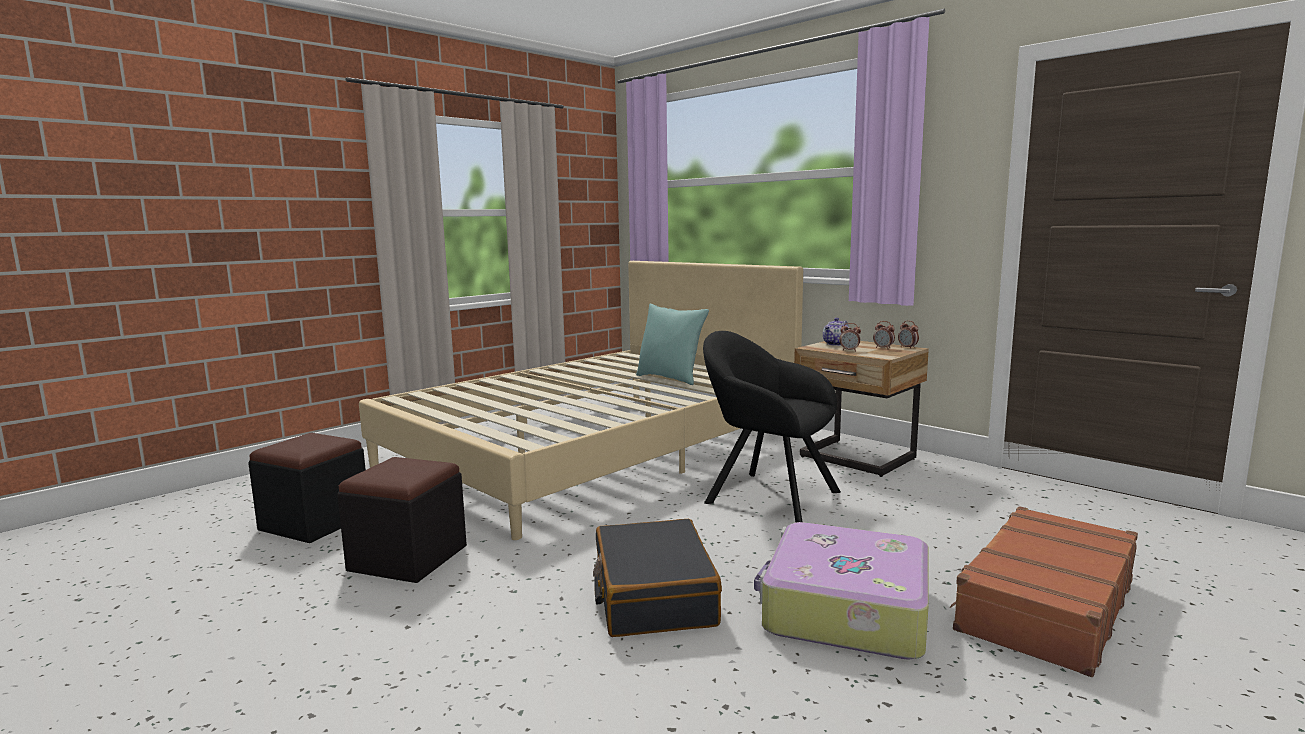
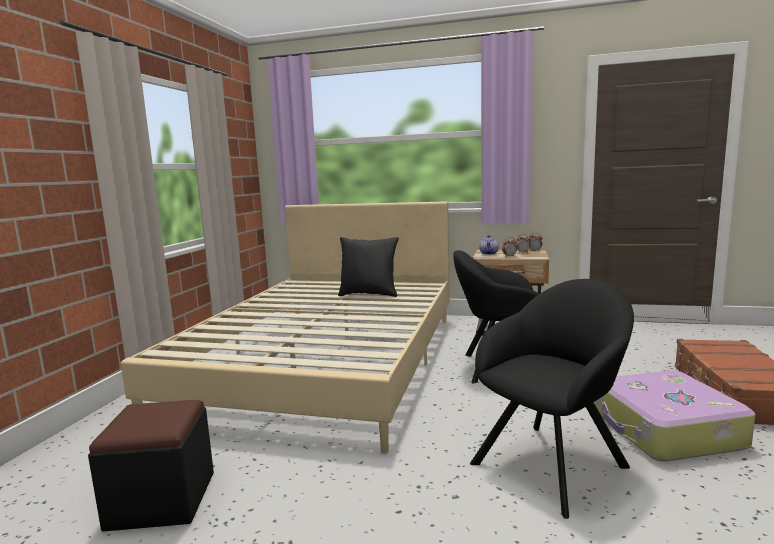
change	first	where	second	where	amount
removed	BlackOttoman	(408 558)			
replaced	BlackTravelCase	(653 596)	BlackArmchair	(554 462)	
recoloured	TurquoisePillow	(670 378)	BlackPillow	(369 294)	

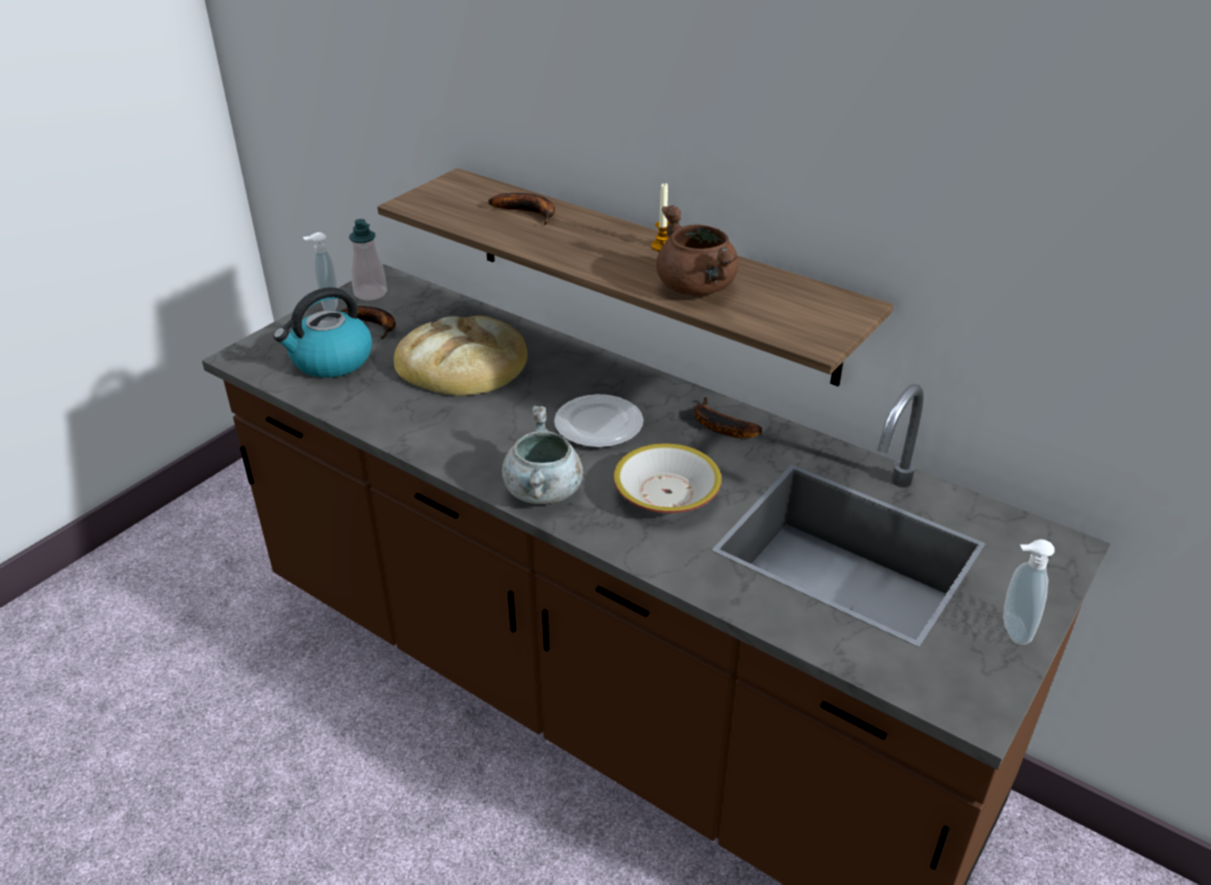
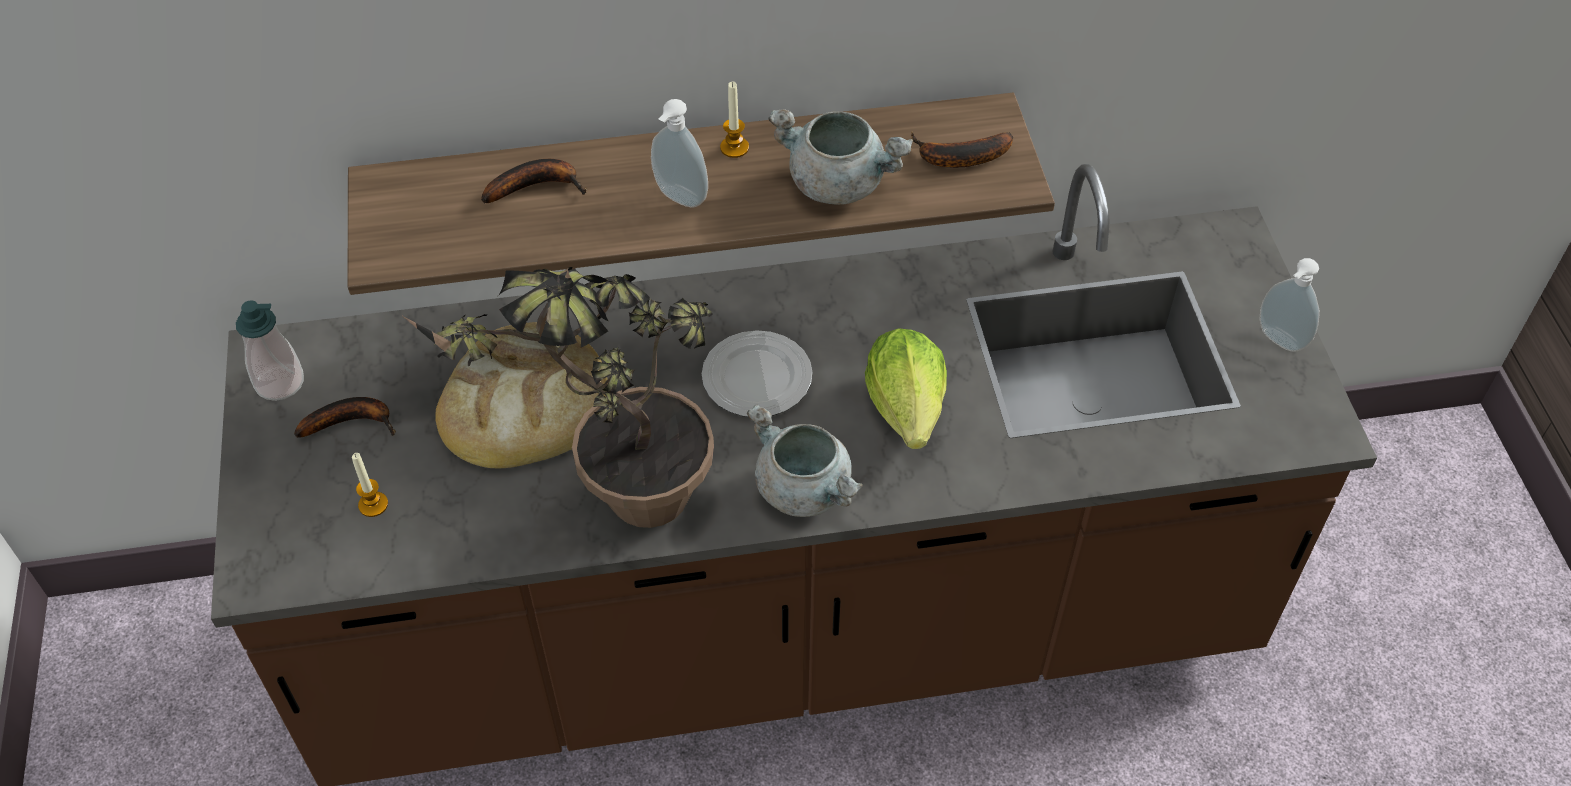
change	first	where	second	where	amount
added			PlantInAPot	(618 502)	
moved	SoapBottle	(328 306)		(679 199)	
moved	WholeBanana	(718 426)		(958 158)	
replaced	WaterKettle	(331 361)	WaxLight	(373 505)	
replaced	Bowl	(667 493)	HeadOfLettuce	(907 407)	
recoloured	BrownishSaucepot	(698 288)	GreySaucepot	(838 183)	

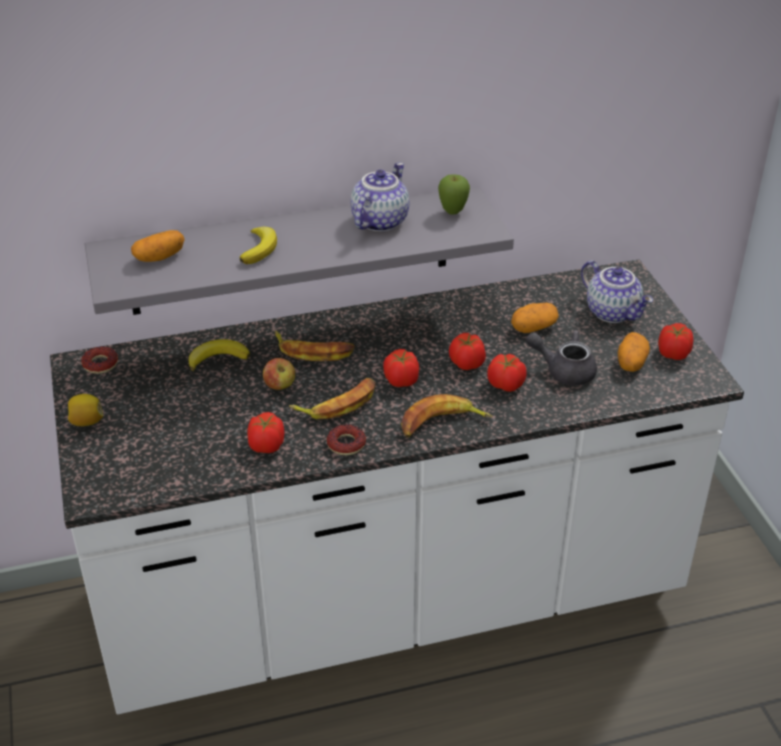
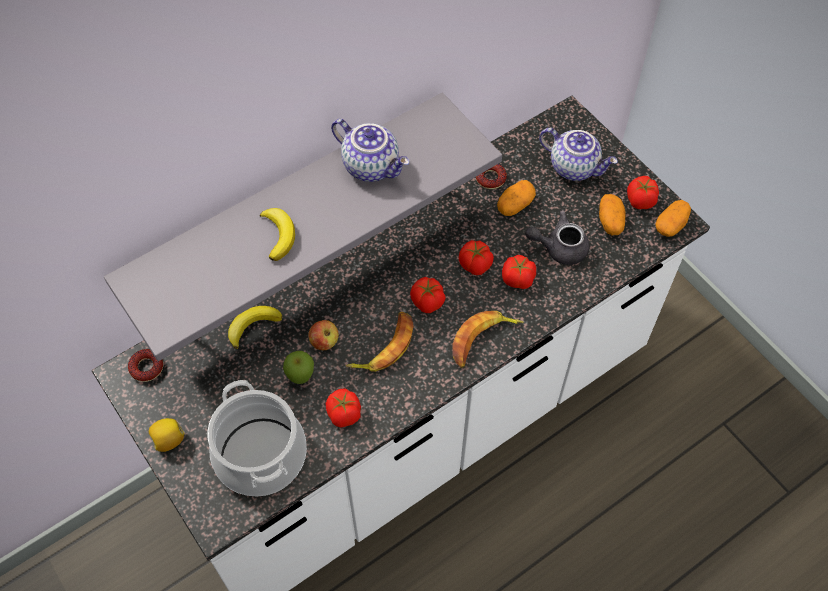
change	first	where	second	where	amount
removed	WholeBanana	(313 351)			
added			Saucepot	(261 456)	
moved	Potato	(159 257)		(671 225)	
moved	Doughnut	(346 444)		(490 178)	
moved	AppleFruit	(452 212)		(301 378)	
turned	TeaPot	(379 221)		(372 166)	120 degrees clockwise

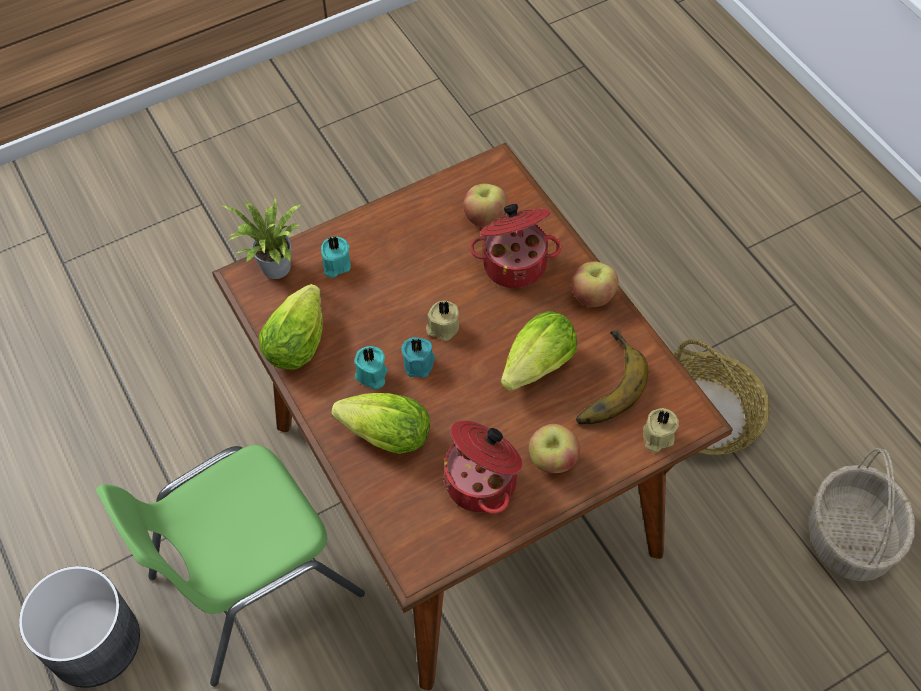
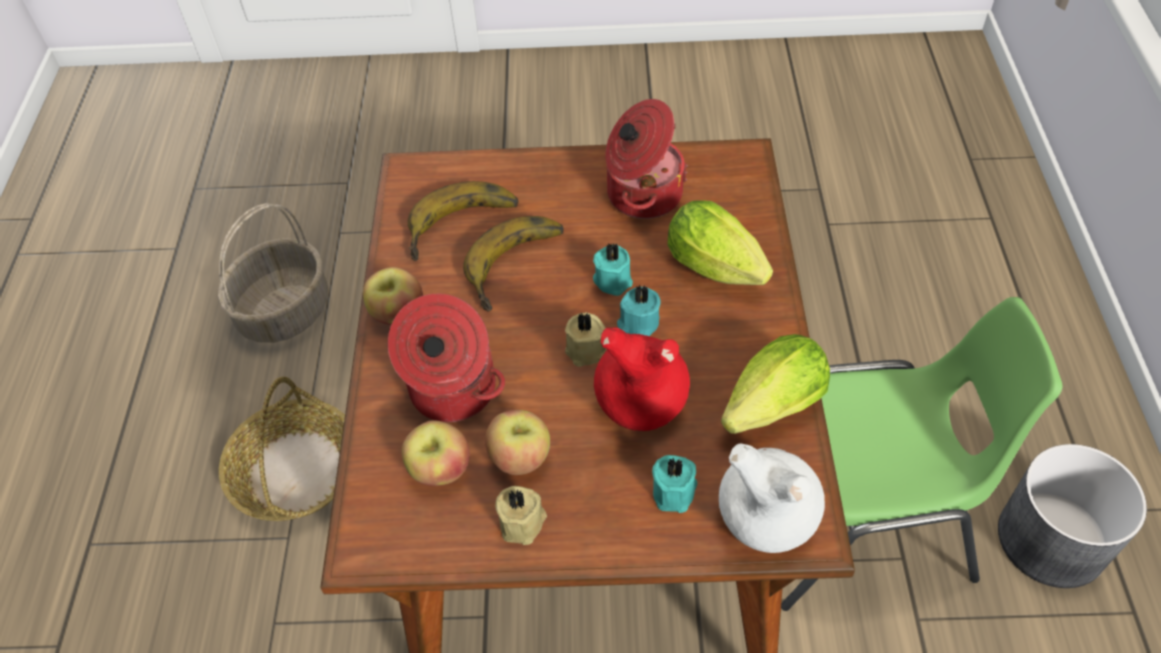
change	first	where	second	where	amount
added			RedColouredFlowerVase	(639 407)	
moved	TurquoiseWaxLight	(371 375)		(613 279)	
moved	AppleFruit	(552 460)		(520 458)	
moved	BeigeWaxLight	(656 437)		(523 523)	
replaced	PlantInAPot	(275 270)	WhiteFlowerVase	(763 522)	
replaced	HeadOfLettuce	(534 370)	WholeBanana	(520 267)	

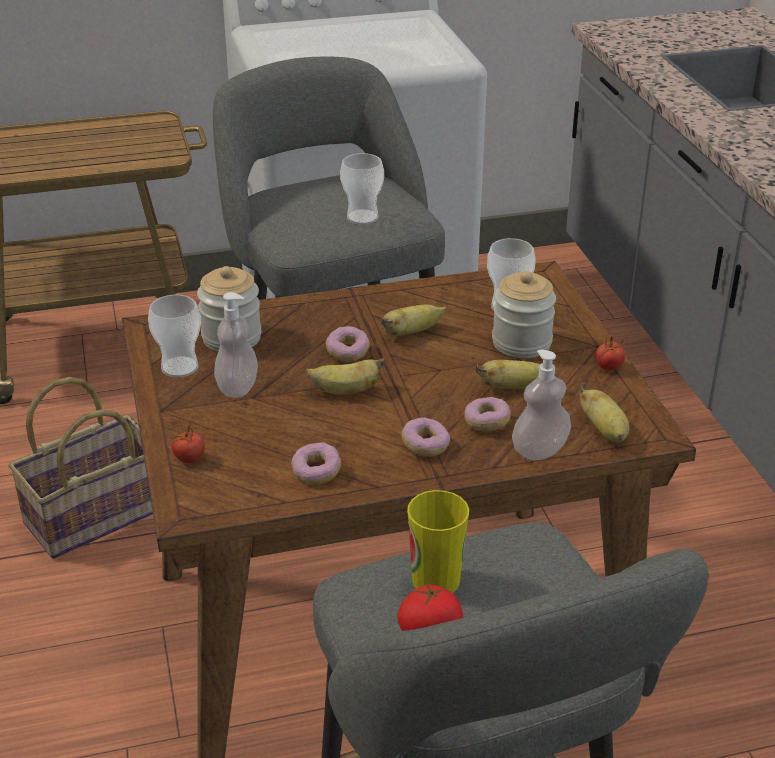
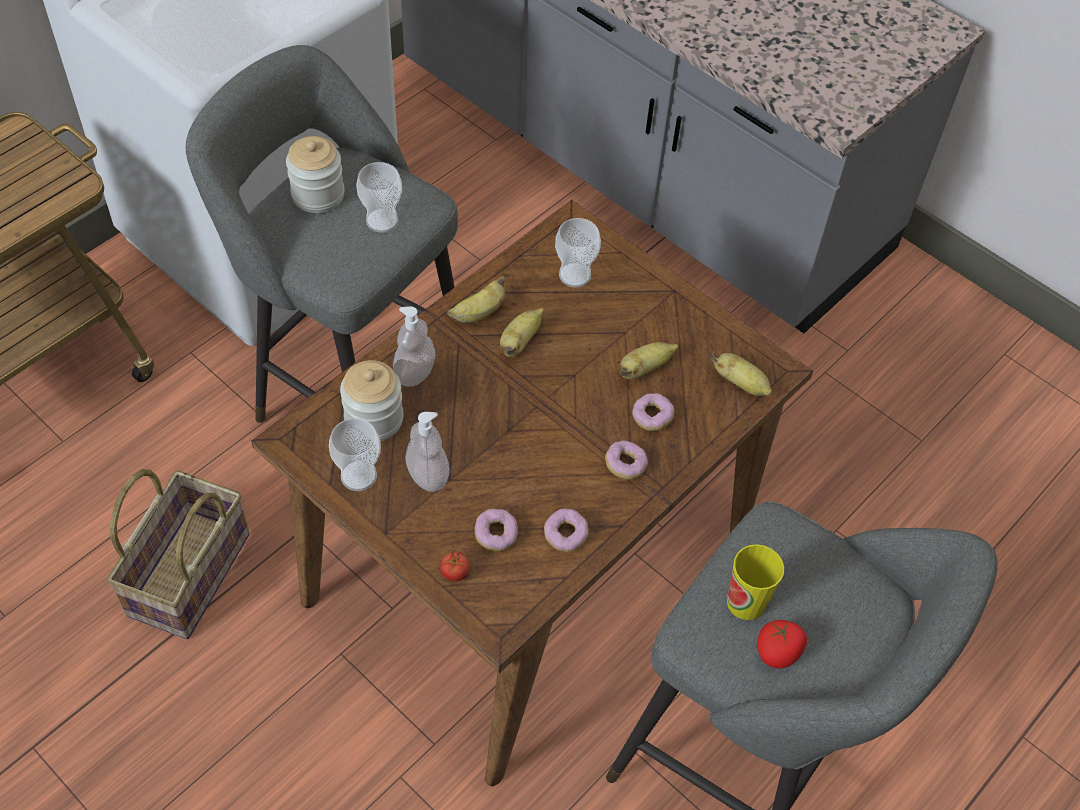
change	first	where	second	where	amount
removed	WholeTomato	(608 367)			
moved	WholeBanana	(345 391)		(479 313)	
moved	Doughnut	(347 352)		(496 535)	
moved	Jar	(521 343)		(318 195)	
moved	SoapBottle	(539 450)		(415 372)	

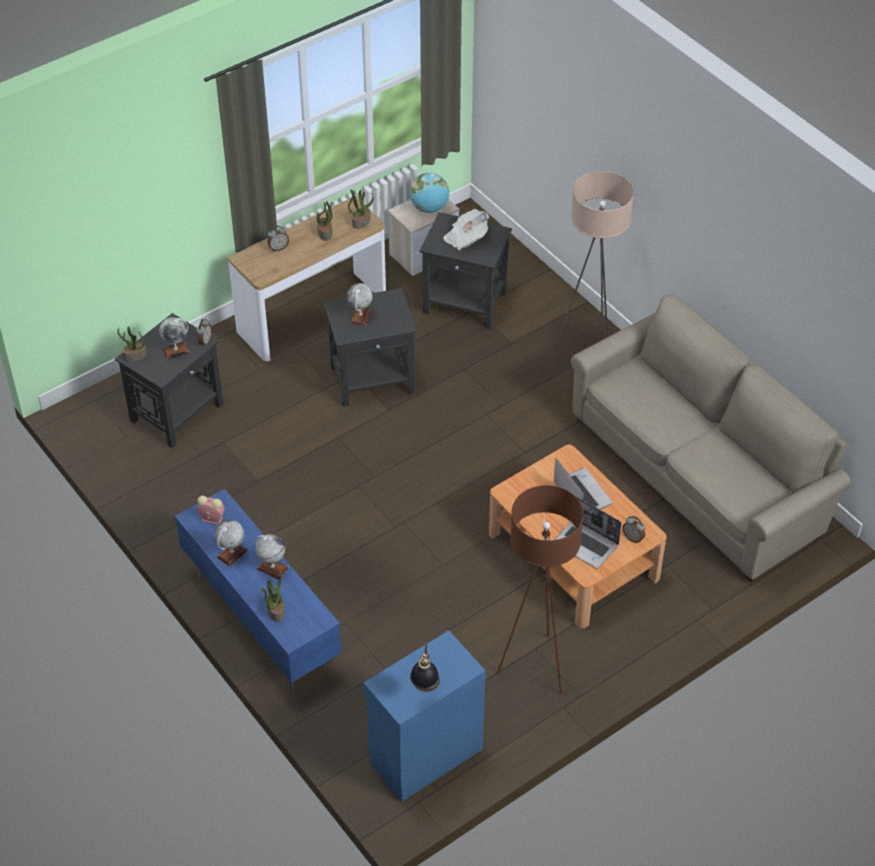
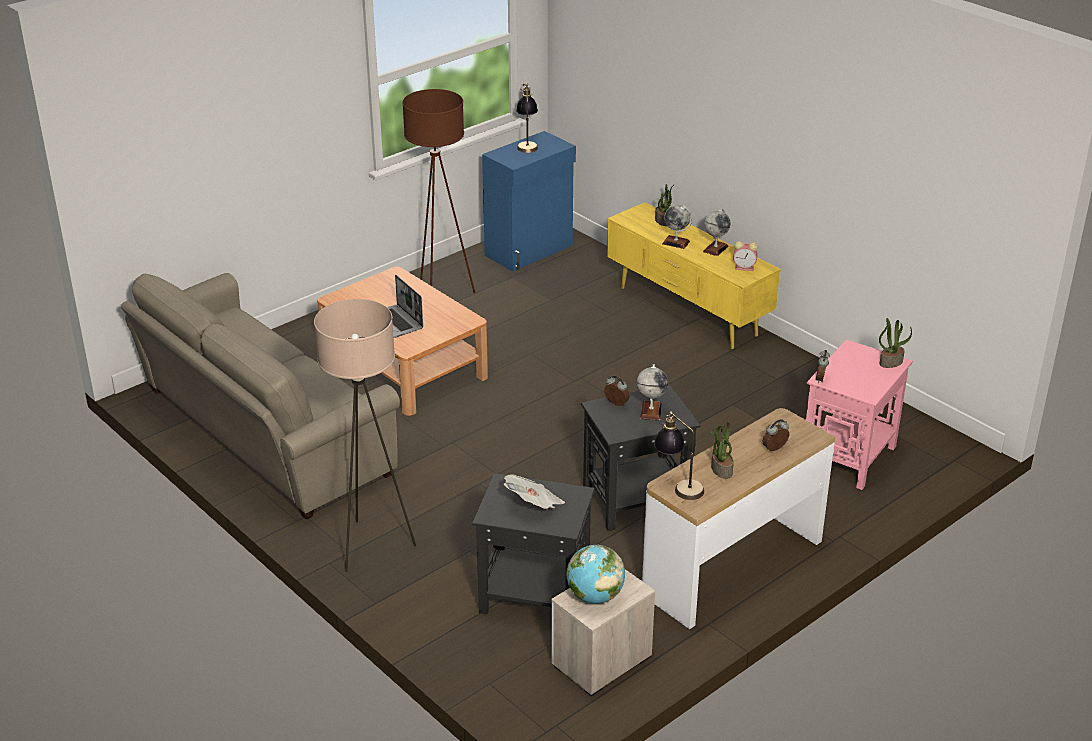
change	first	where	second	where	amount
removed	Globe	(176 351)			
removed	PortableComputer	(586 544)			
moved	TableClock	(633 538)		(615 404)	
replaced	PlantInAPot	(361 222)	TableLamp	(678 486)	
recoloured	BlackAccentTable	(177 412)	PinkishAccentTable	(848 457)	
recoloured	BlueColouredTvUnit	(262 621)	YellowishTvUnit	(687 312)	

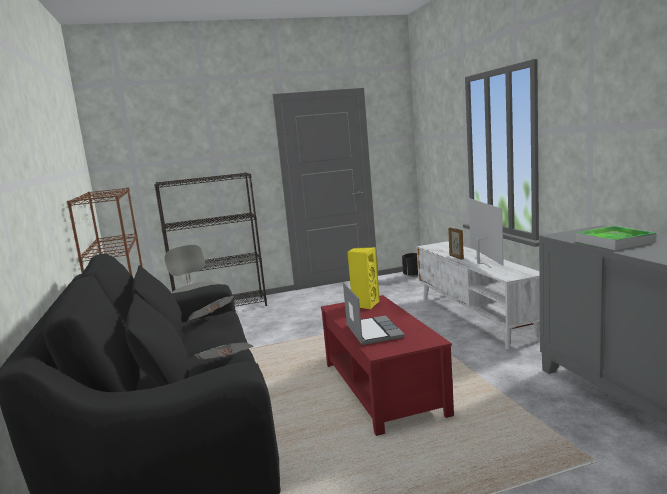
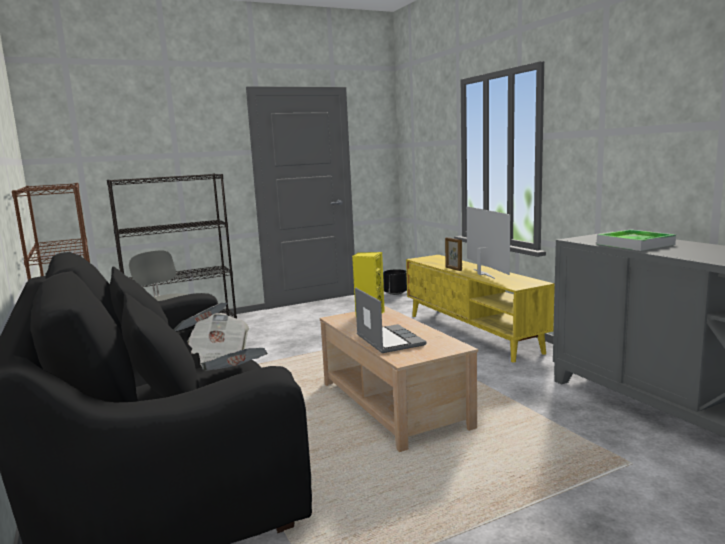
change	first	where	second	where	amount
added			DailyPaper	(219 356)	
recoloured	RedColouredCoffeeTable	(381 388)	BeigeCoffeeTable	(391 404)	
recoloured	WhiteTvUnit	(475 317)	YellowishTvUnit	(472 333)	

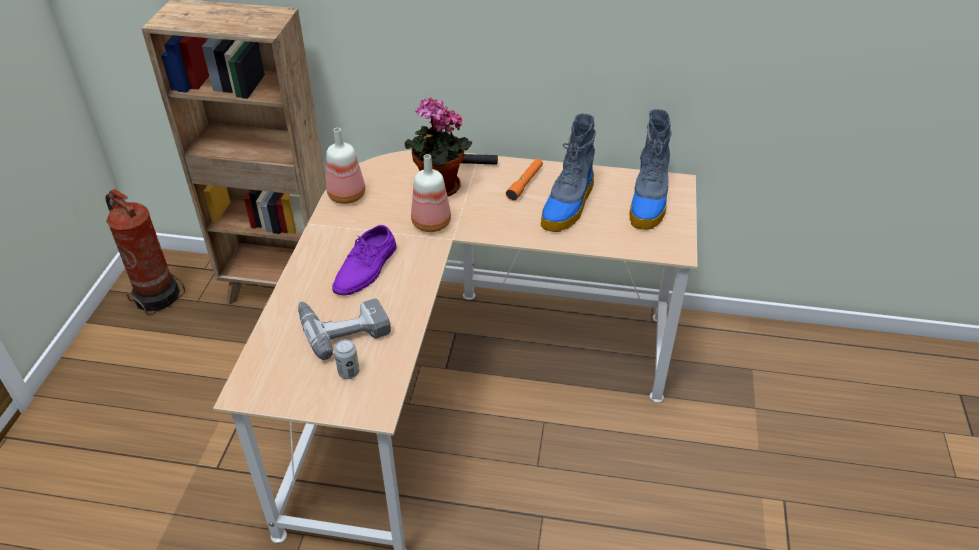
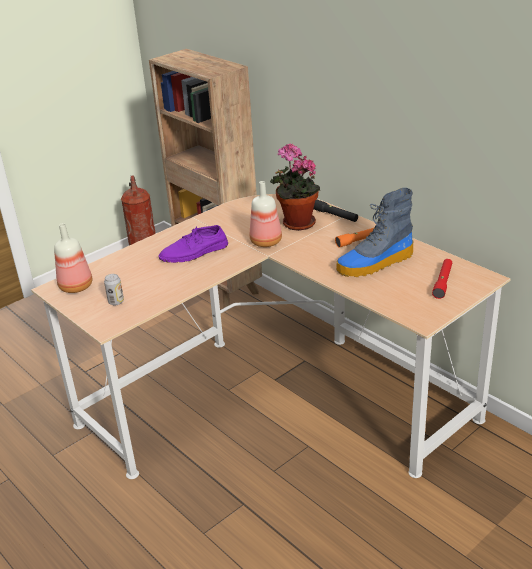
change	first	where	second	where	amount
removed	ElectricDrill	(343 326)			
moved	DrinkBottle	(347 195)		(77 286)	
replaced	TallBoot	(648 202)	RedColouredTorch	(443 282)	

